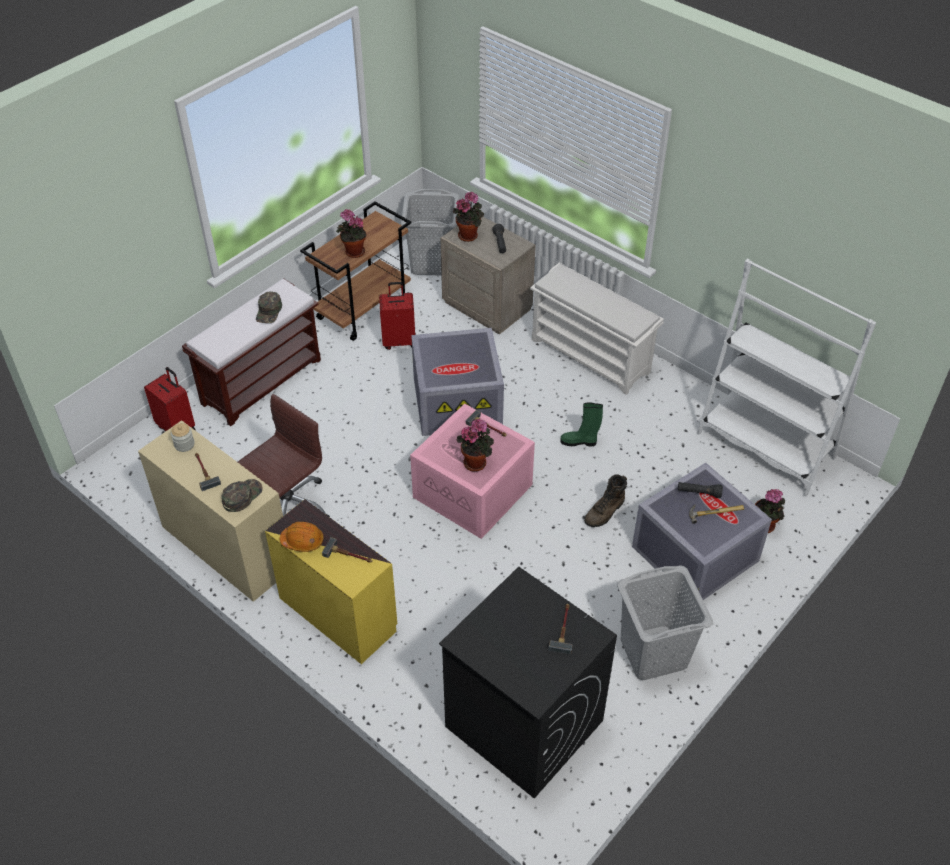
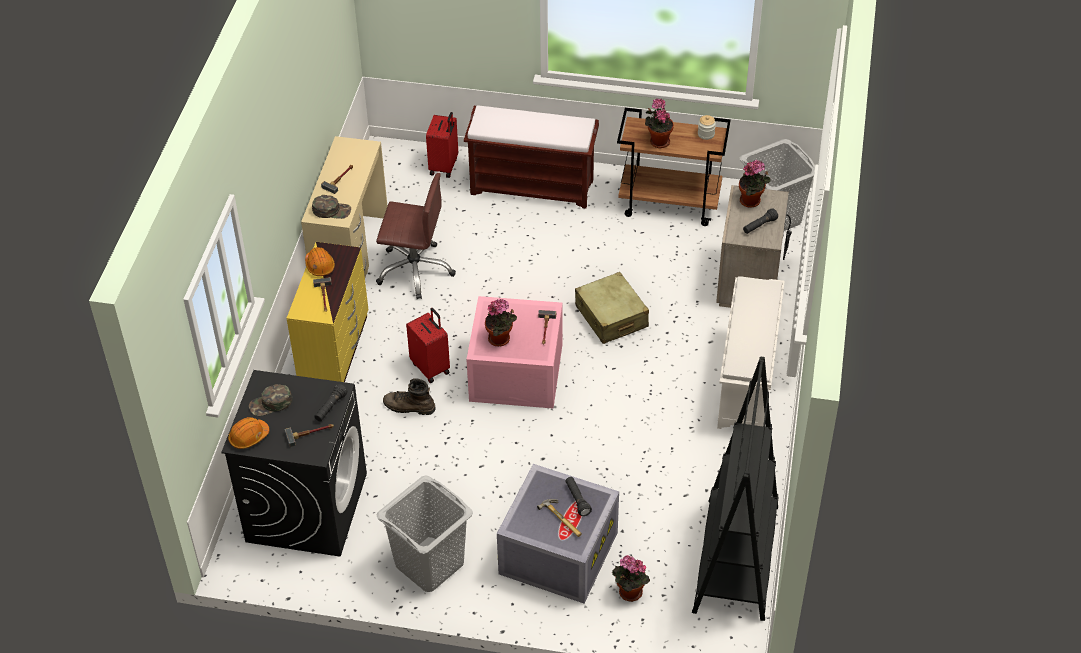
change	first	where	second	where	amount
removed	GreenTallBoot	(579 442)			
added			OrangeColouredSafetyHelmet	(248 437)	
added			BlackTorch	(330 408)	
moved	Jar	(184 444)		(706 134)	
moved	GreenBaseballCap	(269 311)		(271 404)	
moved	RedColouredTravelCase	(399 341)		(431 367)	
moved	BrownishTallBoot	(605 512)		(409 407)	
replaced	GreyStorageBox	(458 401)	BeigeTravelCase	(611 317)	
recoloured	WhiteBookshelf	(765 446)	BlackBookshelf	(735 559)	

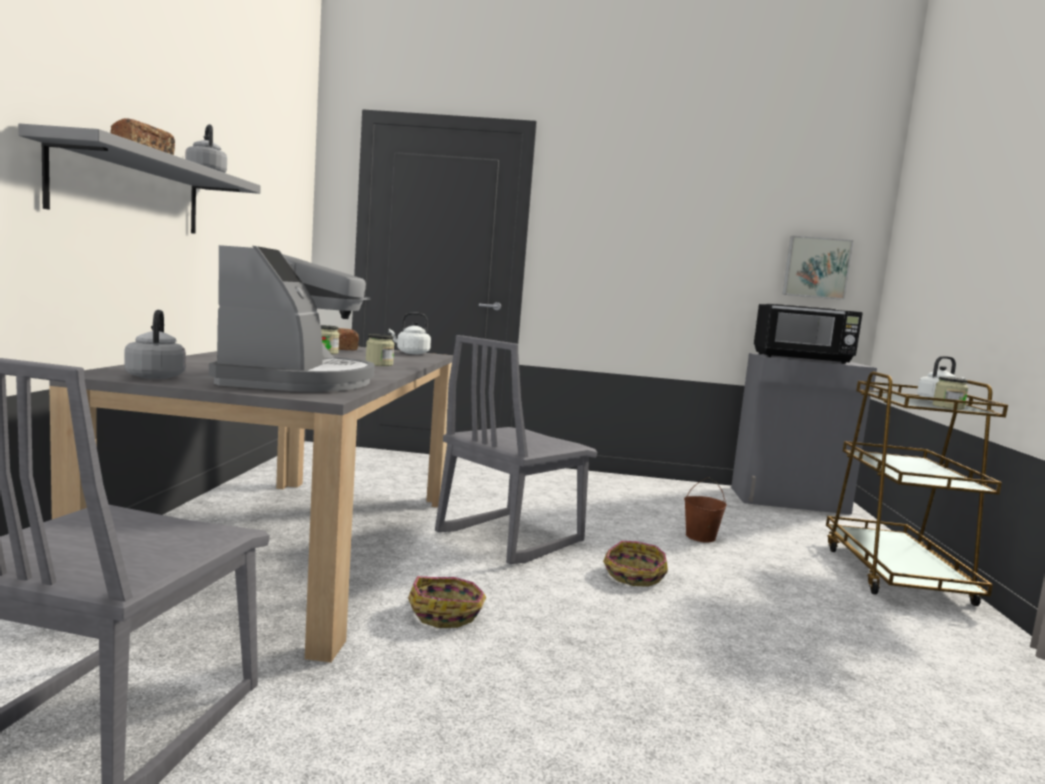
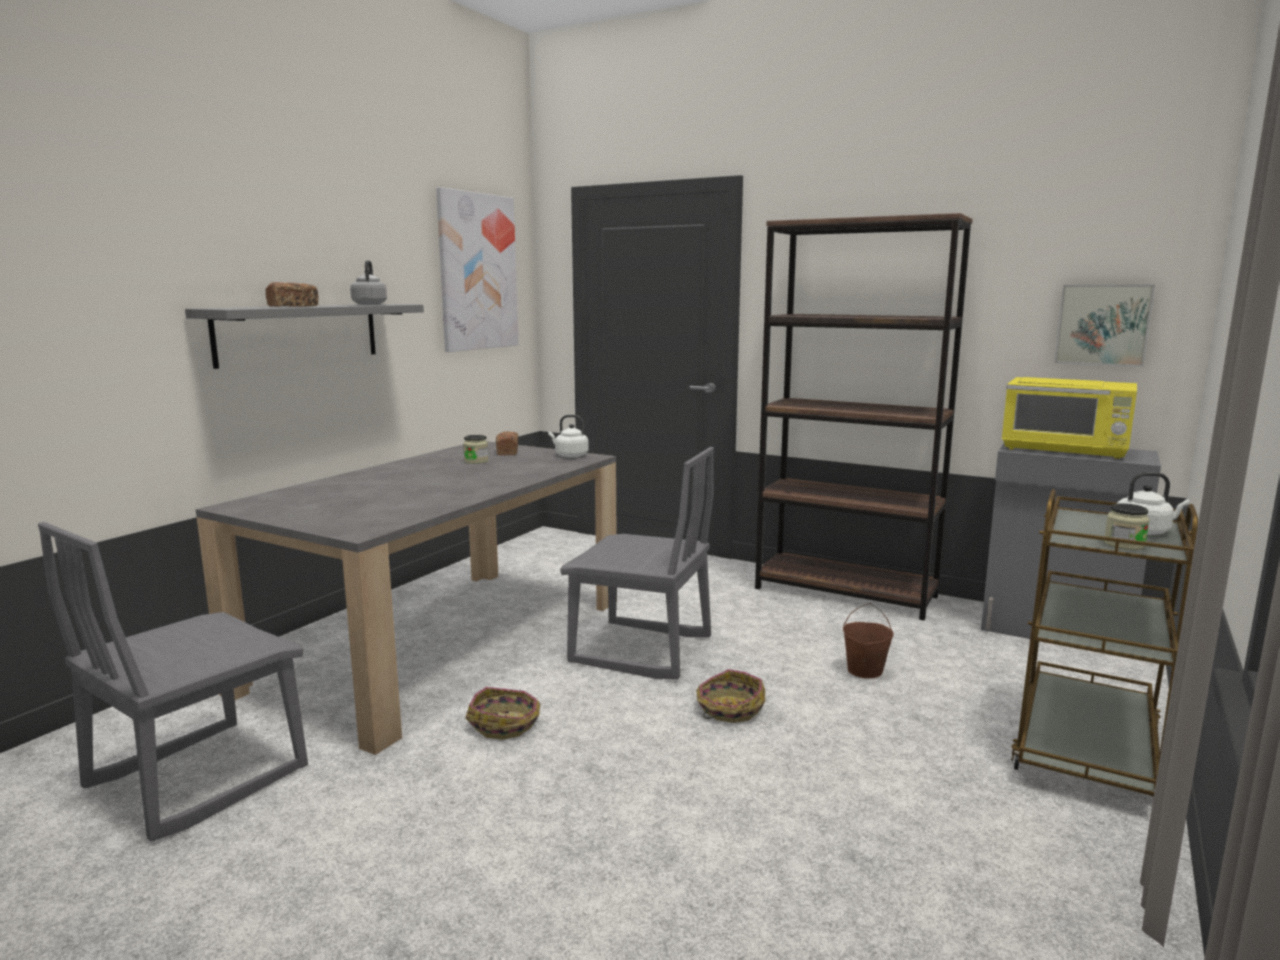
change	first	where	second	where	amount
removed	GreyWaterKettle	(156 376)			
removed	CoffeeBrewer	(298 381)			
removed	Jar	(379 364)			
added			Picture	(477 272)	
added			BrownishBookshelf	(845 592)	
recoloured	BlackKitchenMicrowave	(802 359)	YellowishKitchenMicrowave	(1065 450)	
turned	GreyUprightChair	(508 537)		(640 651)	135 degrees counterclockwise

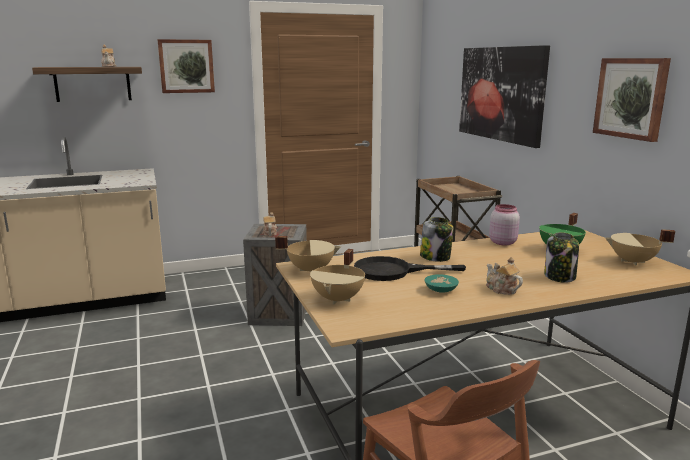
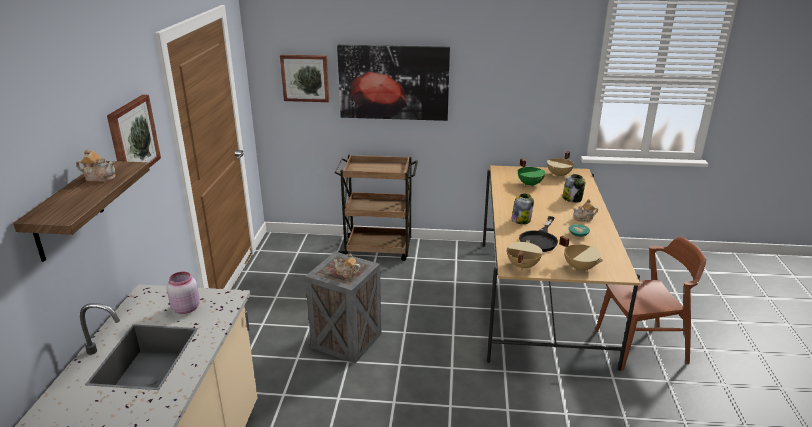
change	first	where	second	where	amount
moved	PinkishJar	(502 242)		(185 308)	
moved	Picture	(631 98)		(305 78)	

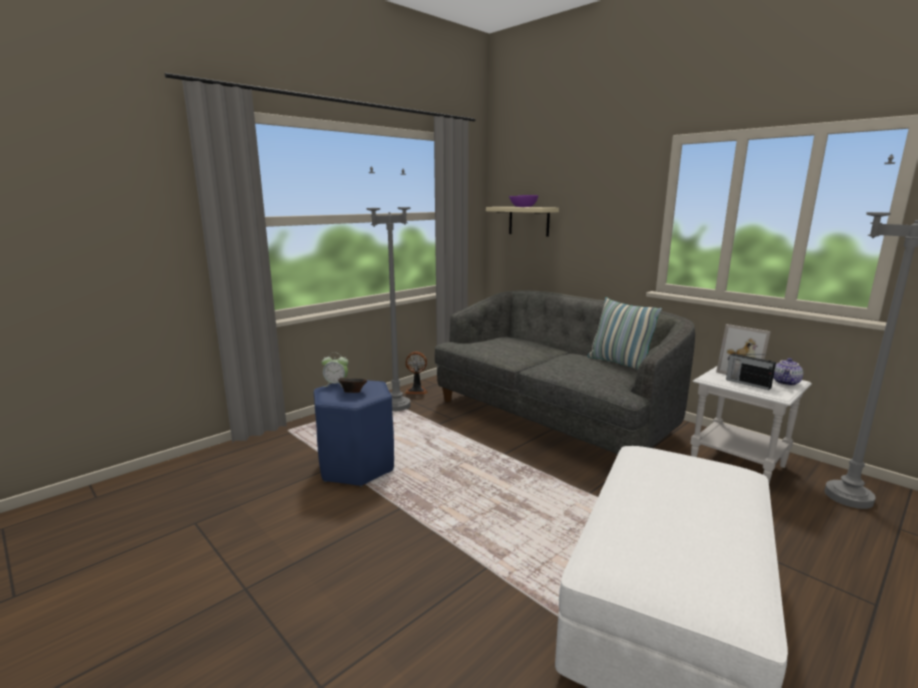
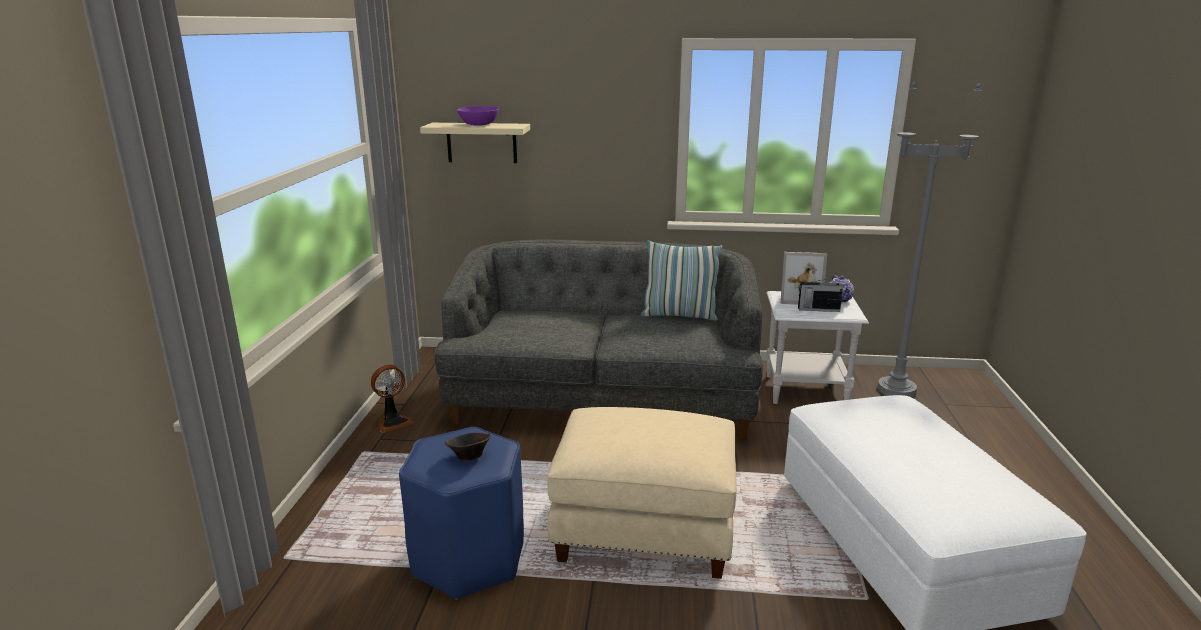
change	first	where	second	where	amount
removed	TableClock	(336 384)			
removed	GreyStandardLamp	(396 406)			
added			BeigeOttoman	(645 530)	

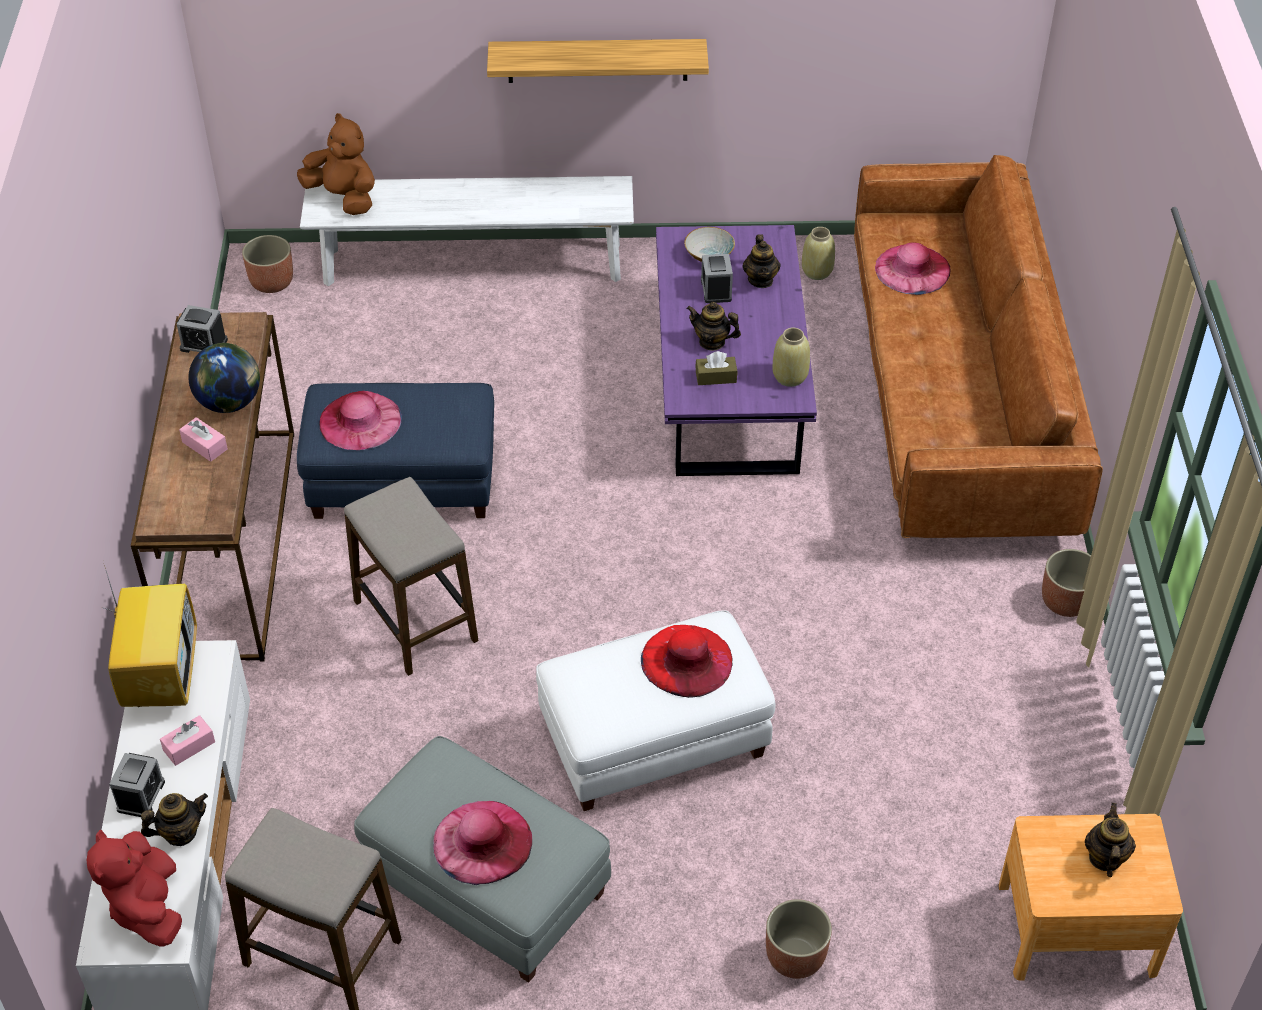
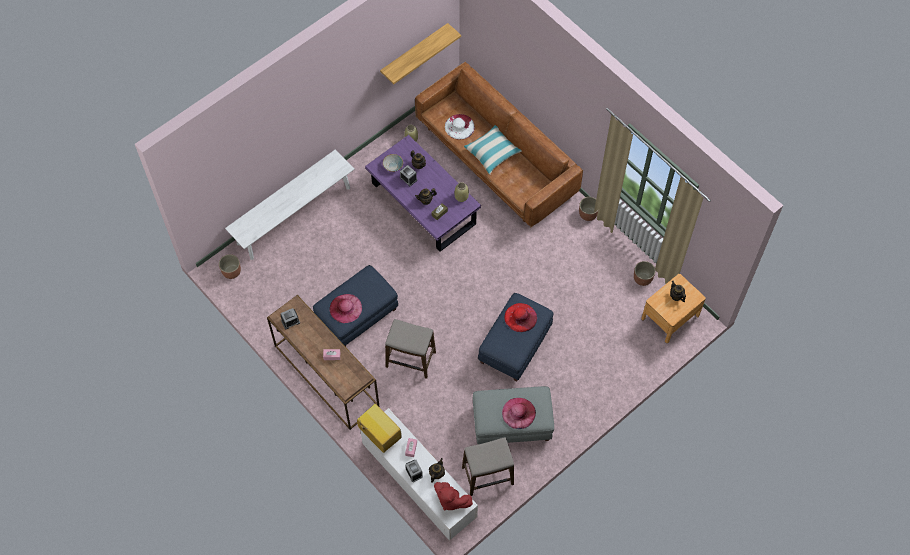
change	first	where	second	where	amount
removed	Globe	(230 402)			
removed	BrownishCuddlyToy	(343 197)			
added			Pillow	(492 152)	
moved	Shelf	(597 60)		(414 52)	
moved	FlowerPot	(795 957)		(642 278)	
recoloured	WhiteOttoman	(652 739)	BlueColouredOttoman	(514 345)	
recoloured	PinkishWearableHat	(912 269)	WhiteWearableHat	(459 126)	

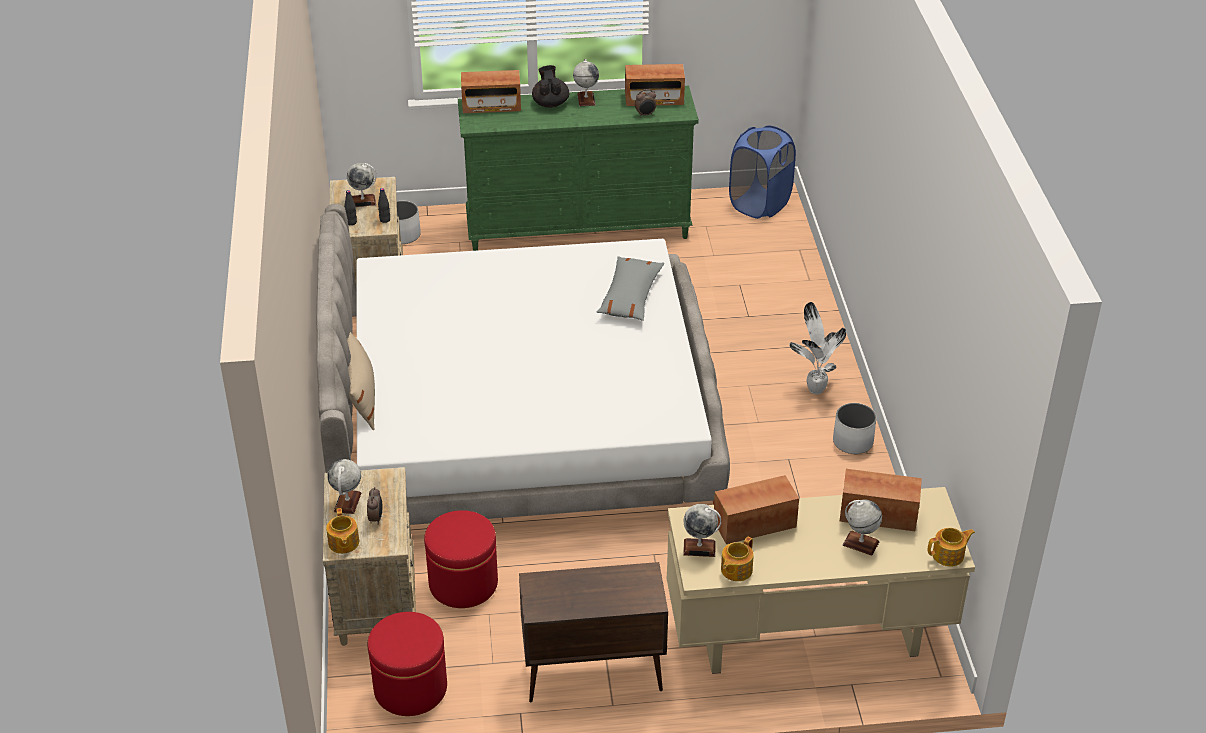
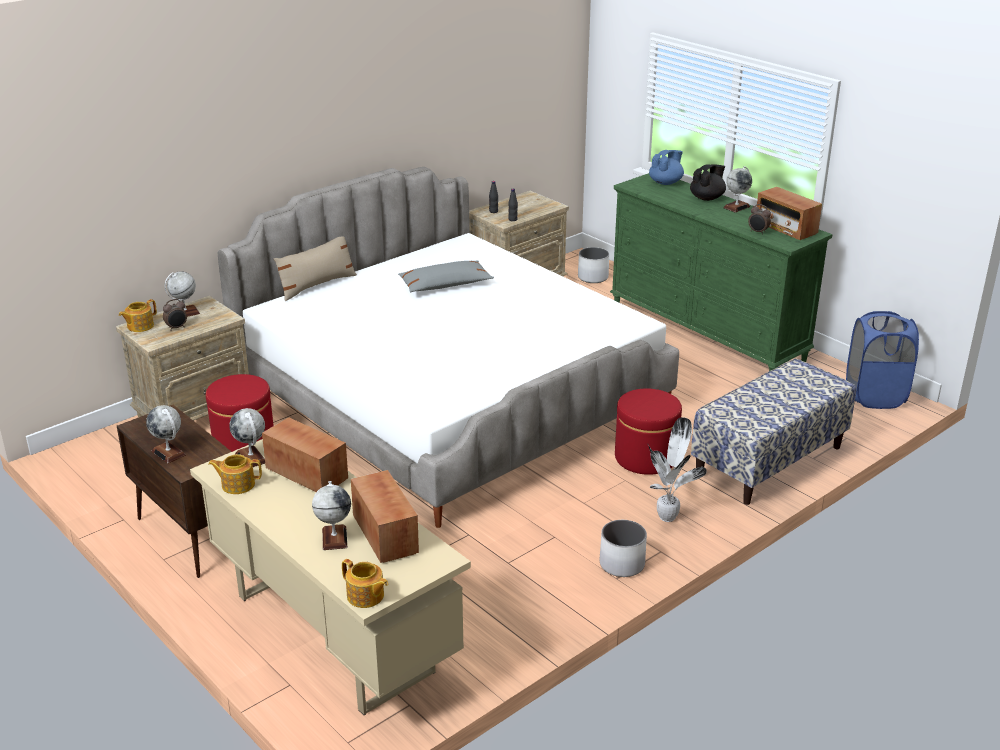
change	first	where	second	where	amount
added			LongSeat	(769 462)	
moved	Globe	(363 201)		(168 453)	
moved	RedColouredOttoman	(410 688)		(645 458)	
moved	GreyPillow	(630 296)		(445 285)	
replaced	RadioSet	(491 106)	BlueColouredTeaPot	(666 182)	

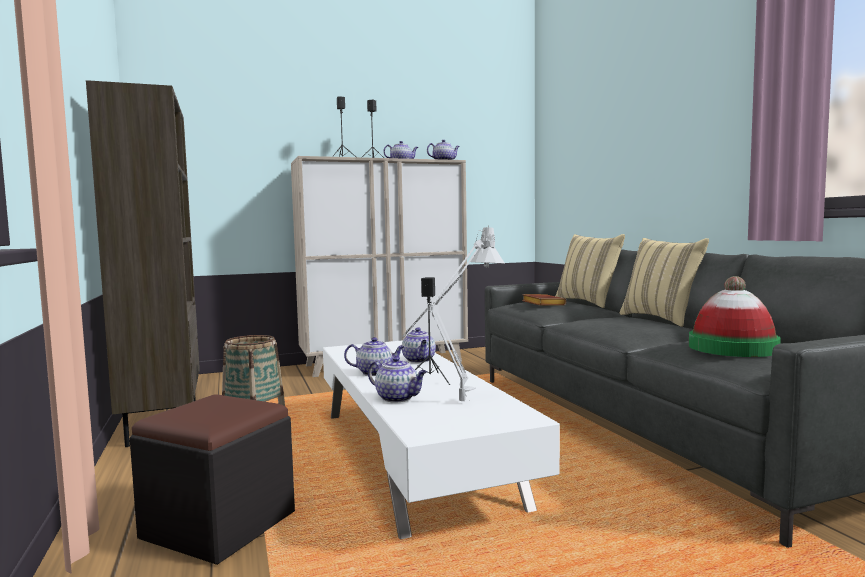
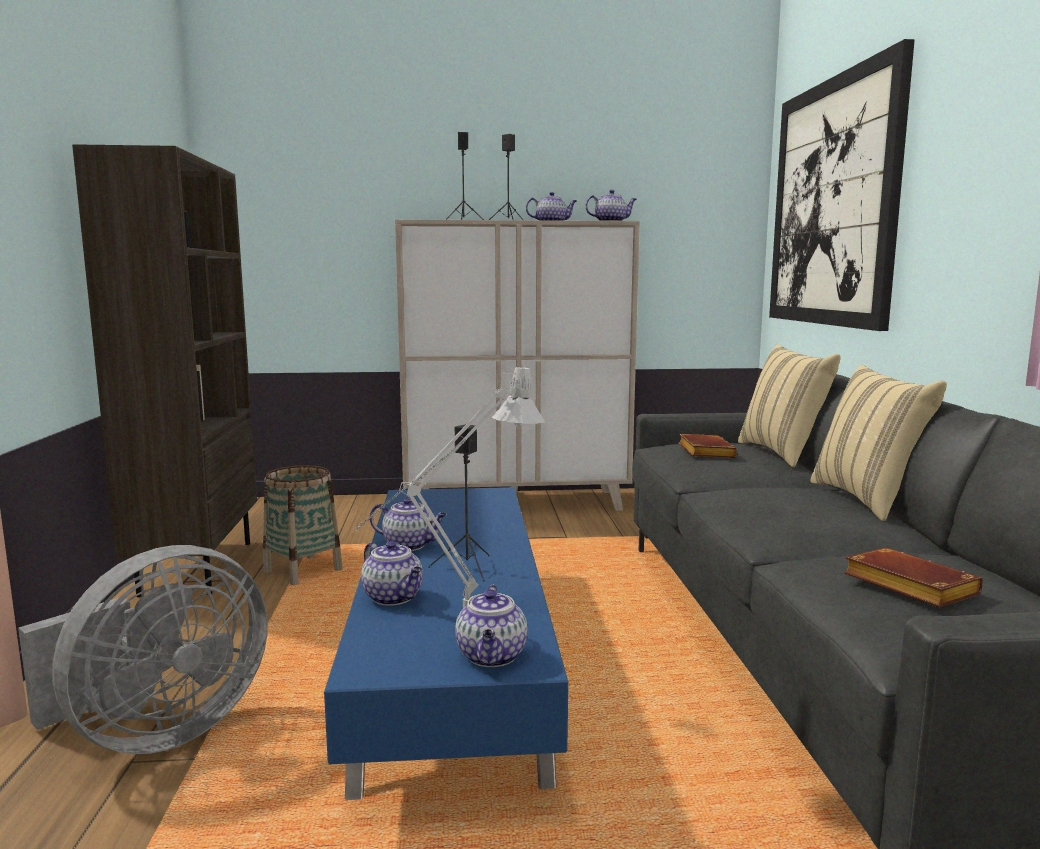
change	first	where	second	where	amount
added			Picture	(833 203)	
moved	TeaPot	(419 360)		(492 657)	
replaced	BlackOttoman	(219 525)	GreyCoolingFan	(158 733)	
replaced	WearableHat	(732 348)	BrownishVolume	(905 586)	
recoloured	WhiteCoffeeTable	(414 456)	BlueColouredCoffeeTable	(454 664)	

